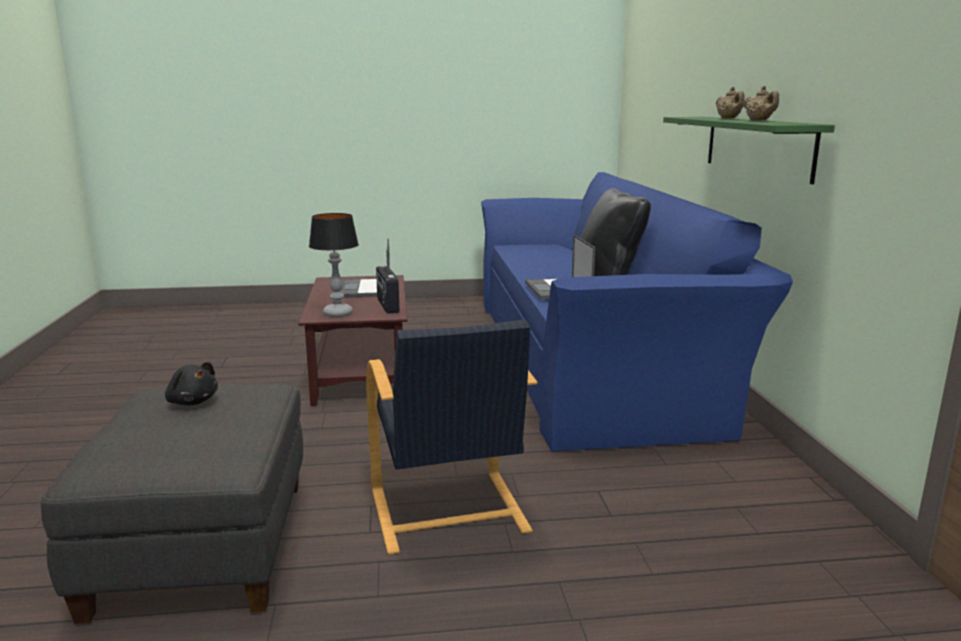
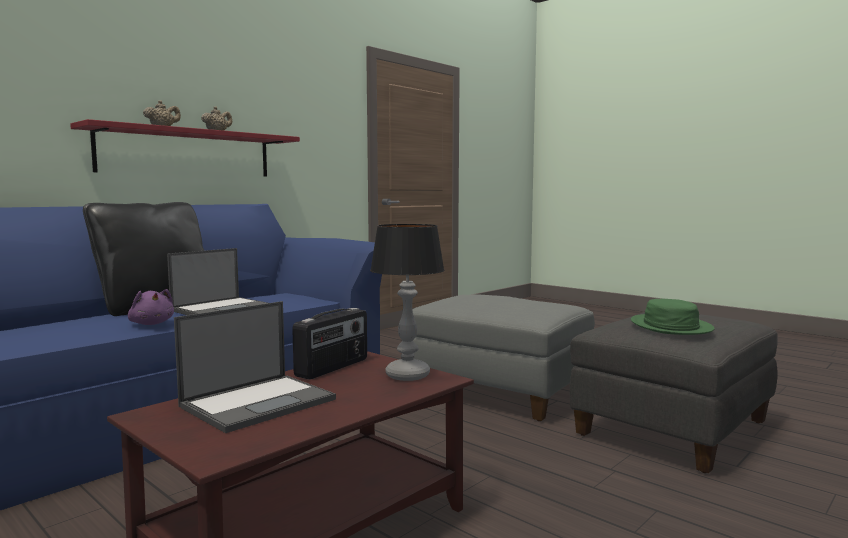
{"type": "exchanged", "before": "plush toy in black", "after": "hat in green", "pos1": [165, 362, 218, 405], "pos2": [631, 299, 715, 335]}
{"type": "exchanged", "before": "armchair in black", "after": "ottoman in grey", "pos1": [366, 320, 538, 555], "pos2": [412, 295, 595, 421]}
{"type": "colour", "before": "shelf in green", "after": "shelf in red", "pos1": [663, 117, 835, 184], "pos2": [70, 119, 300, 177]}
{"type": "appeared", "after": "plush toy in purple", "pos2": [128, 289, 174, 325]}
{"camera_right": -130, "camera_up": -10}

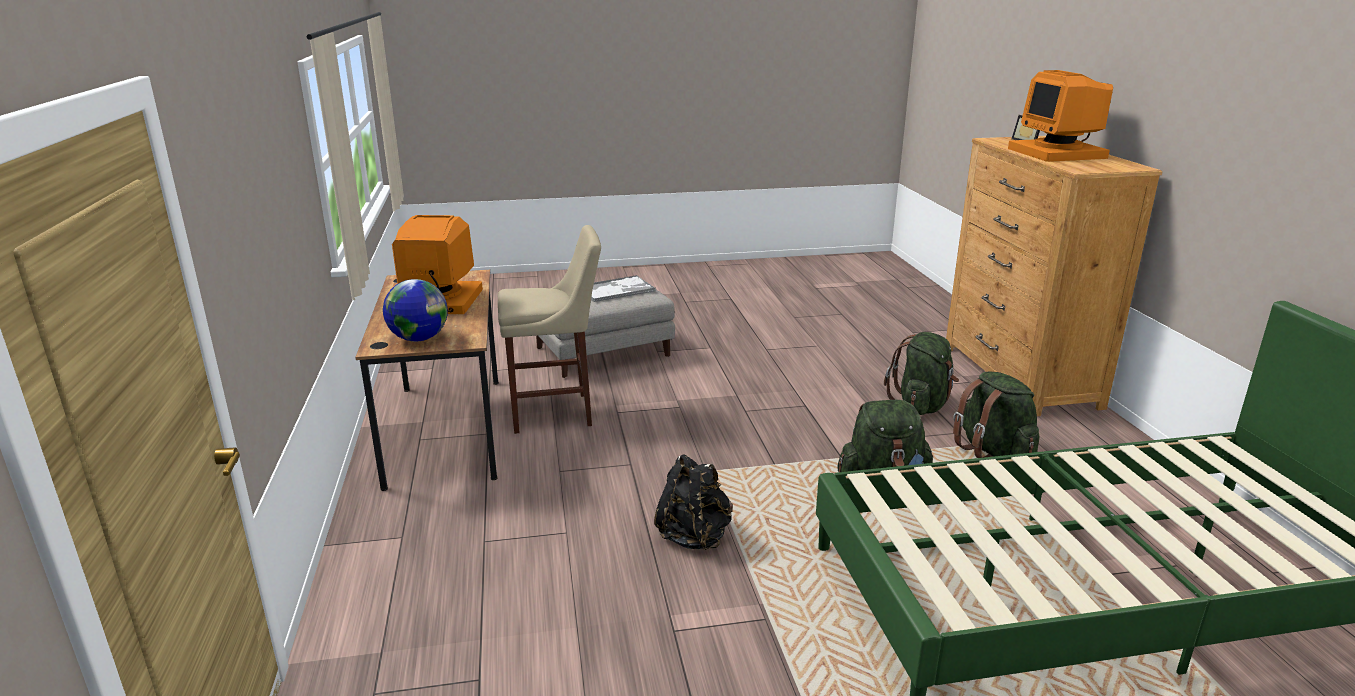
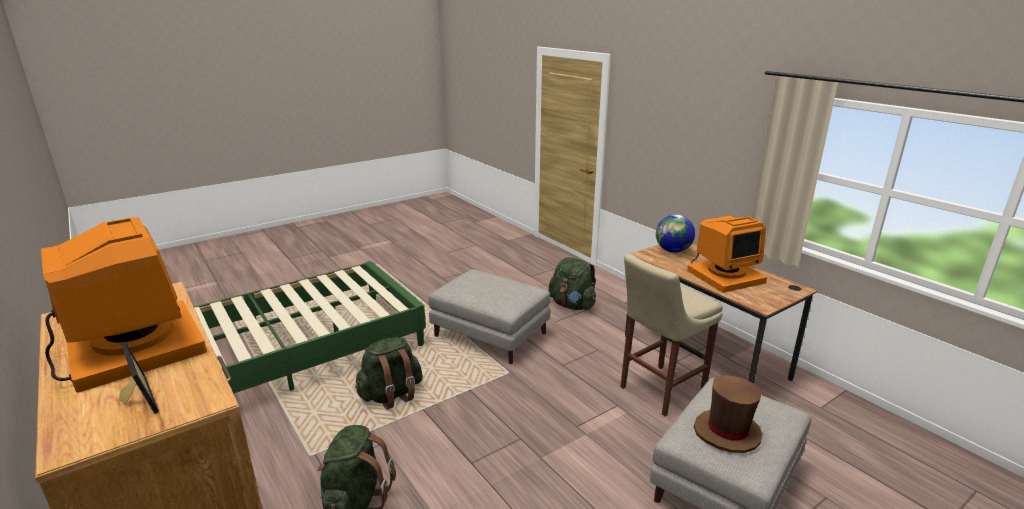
{"type": "exchanged", "before": "tray", "after": "hat in brown", "pos1": [591, 275, 656, 302], "pos2": [694, 375, 762, 453]}
{"type": "exchanged", "before": "backpack in black", "after": "ottoman in grey", "pos1": [654, 455, 733, 550], "pos2": [428, 269, 550, 364]}
{"type": "relocated", "before": "backpack in green", "pos1": [953, 371, 1039, 458], "pos2": [549, 257, 596, 310]}
{"camera_right": 155, "camera_up": 0}

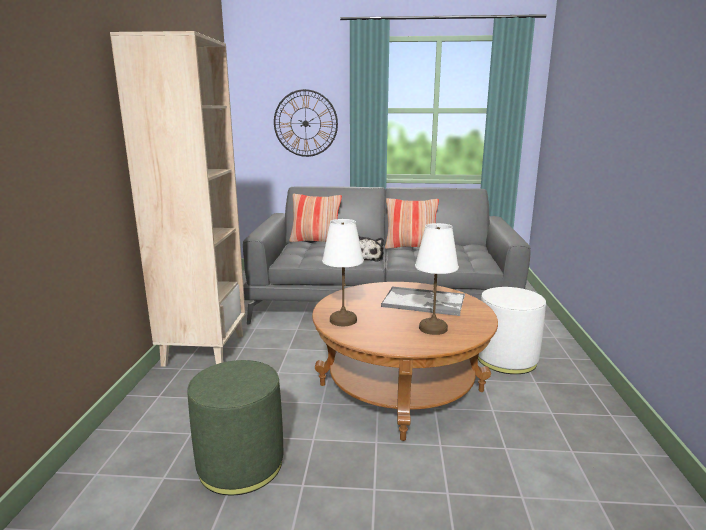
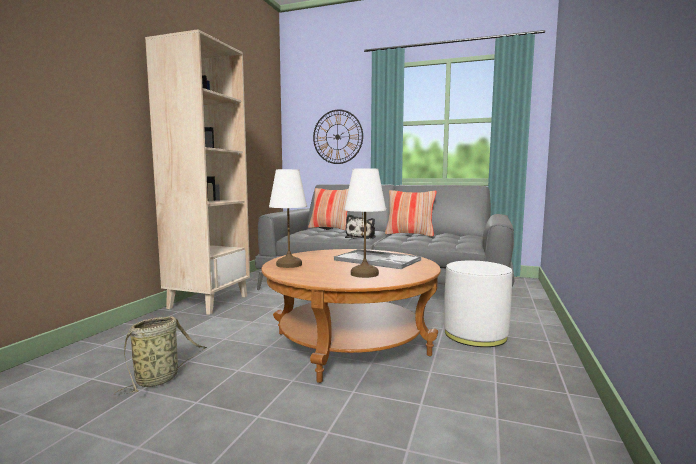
{"type": "exchanged", "before": "ottoman in green", "after": "basket", "pos1": [187, 360, 284, 495], "pos2": [114, 316, 207, 395]}
{"camera_right": 15, "camera_up": -10}

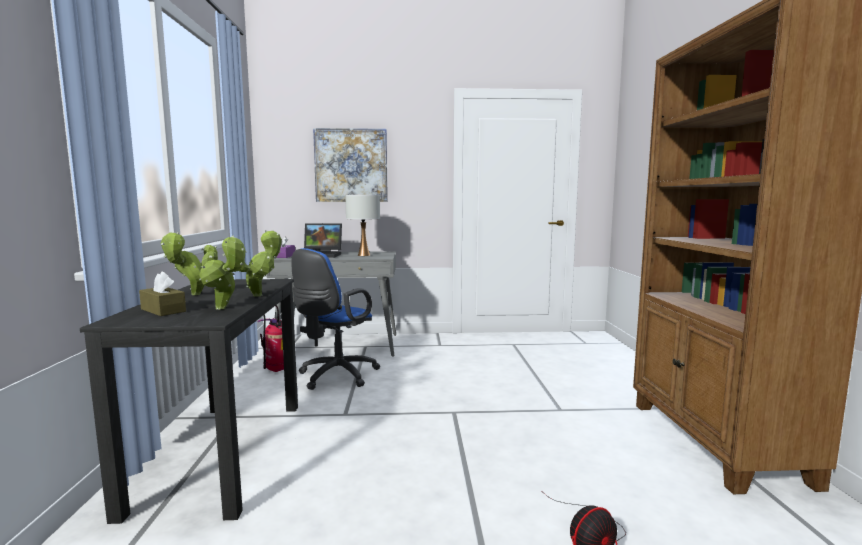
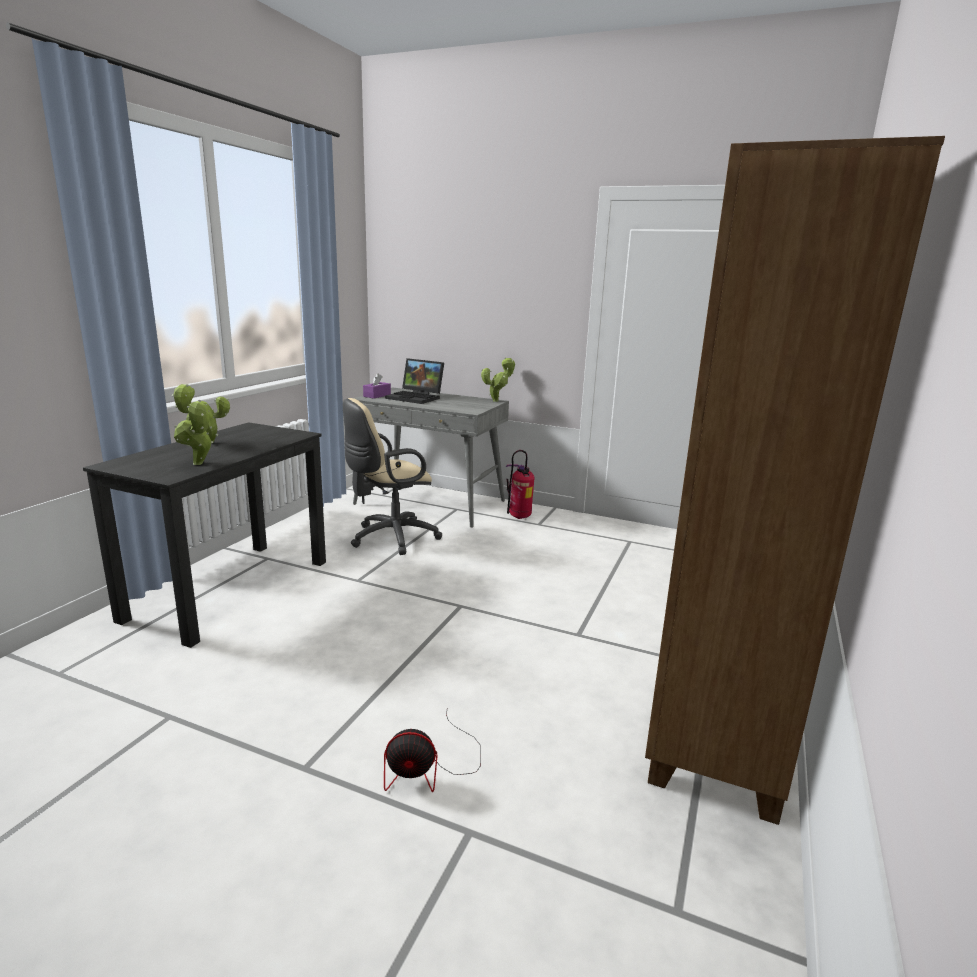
{"type": "missing", "before": "tissue box in brown", "pos1": [139, 272, 186, 316]}
{"type": "relocated", "before": "potted plant", "pos1": [239, 230, 282, 296], "pos2": [481, 357, 515, 402]}
{"type": "relocated", "before": "fire extinguisher", "pos1": [257, 305, 284, 372], "pos2": [506, 450, 534, 519]}
{"type": "colour", "before": "office chair in blue", "after": "office chair in beige", "pos1": [291, 248, 380, 390], "pos2": [343, 398, 442, 555]}
{"type": "missing", "before": "picture", "pos1": [313, 128, 388, 202]}
{"type": "missing", "before": "table lamp in white", "pos1": [345, 195, 380, 256]}
{"camera_right": 25, "camera_up": 10}

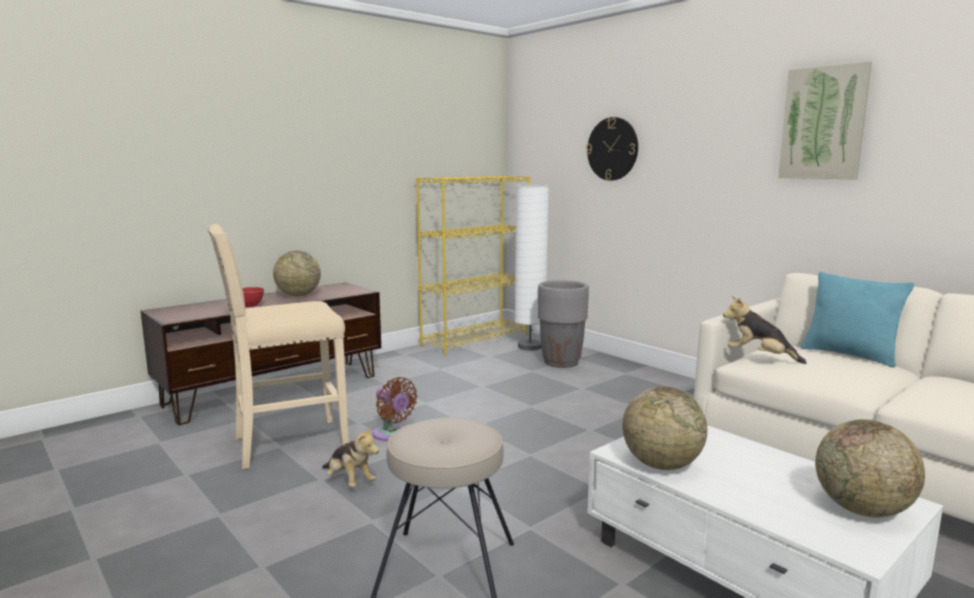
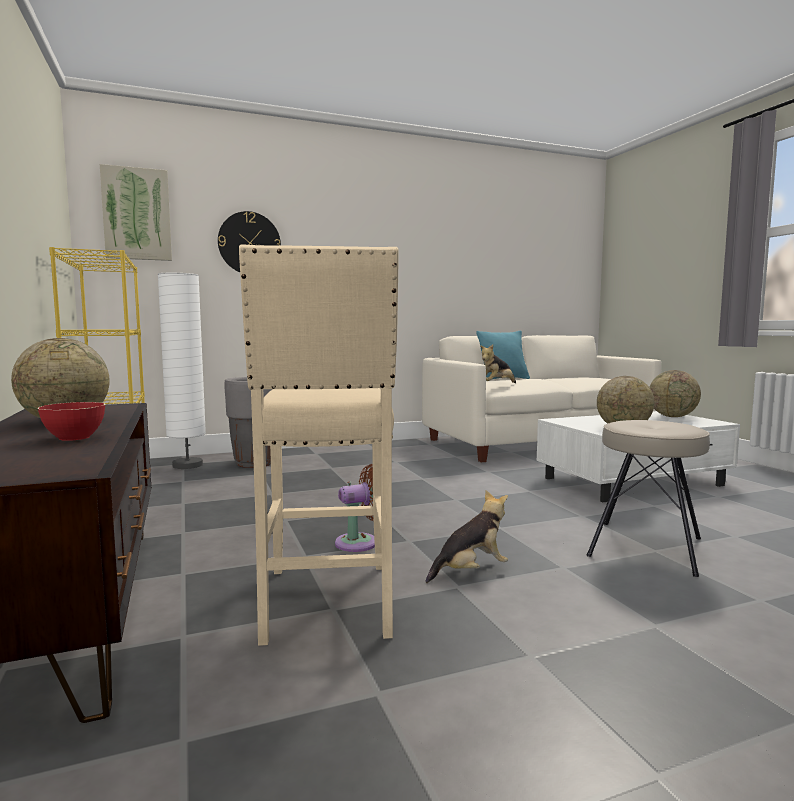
{"type": "relocated", "before": "picture", "pos1": [778, 61, 872, 180], "pos2": [100, 164, 172, 261]}
{"camera_right": -70, "camera_up": -5}

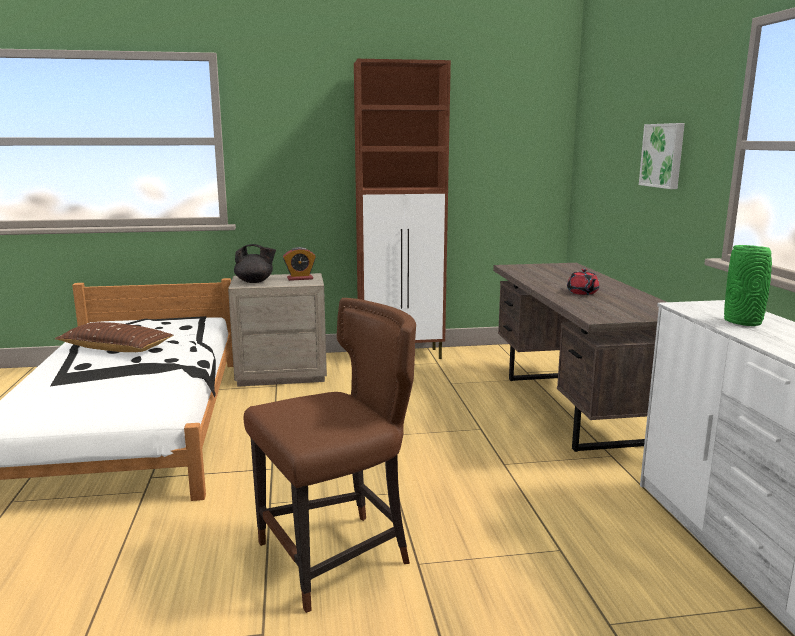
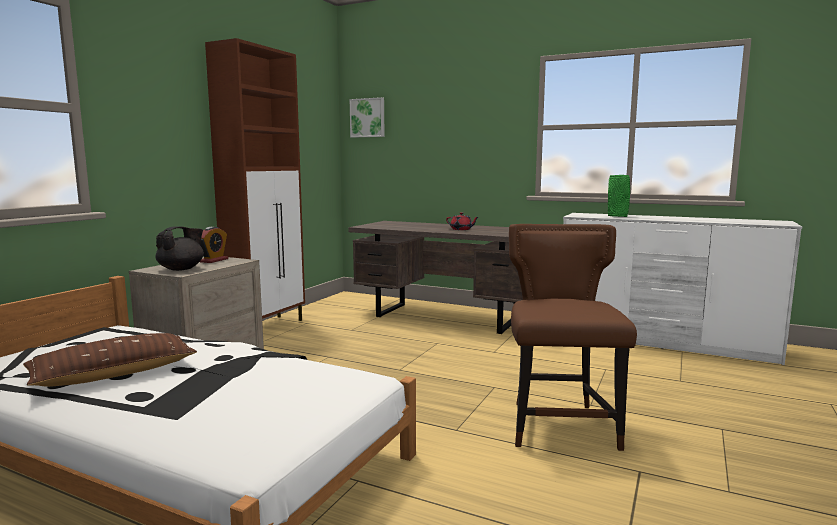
{"type": "relocated", "before": "picture", "pos1": [639, 123, 685, 189], "pos2": [350, 97, 385, 138]}
{"camera_right": -55, "camera_up": -5}

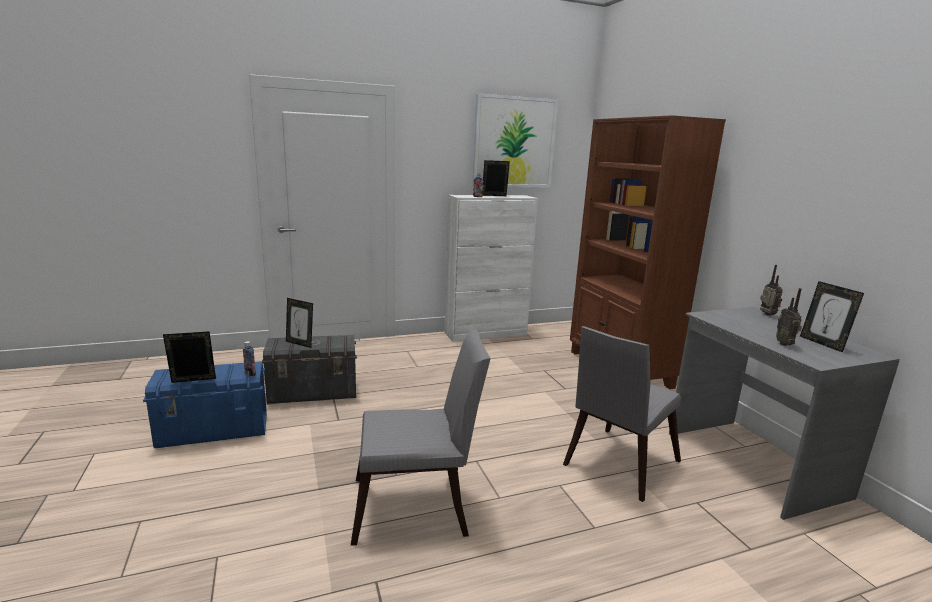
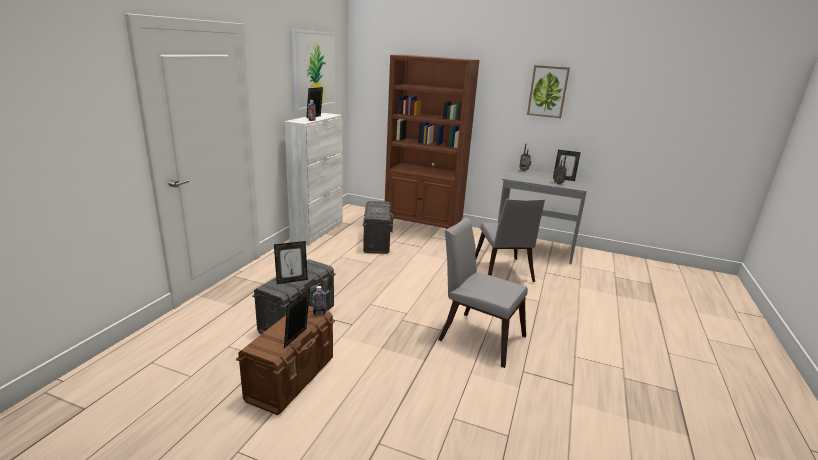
{"type": "colour", "before": "storage box in blue", "after": "storage box in brown", "pos1": [143, 361, 267, 448], "pos2": [236, 306, 335, 415]}
{"type": "spun", "before": "chair in grey", "pos1": [351, 329, 491, 546], "pos2": [438, 217, 528, 368], "turn": -90}
{"type": "appeared", "after": "storage box in grey", "pos2": [363, 201, 393, 254]}
{"type": "appeared", "after": "picture", "pos2": [527, 65, 570, 118]}
{"camera_right": -50, "camera_up": 5}

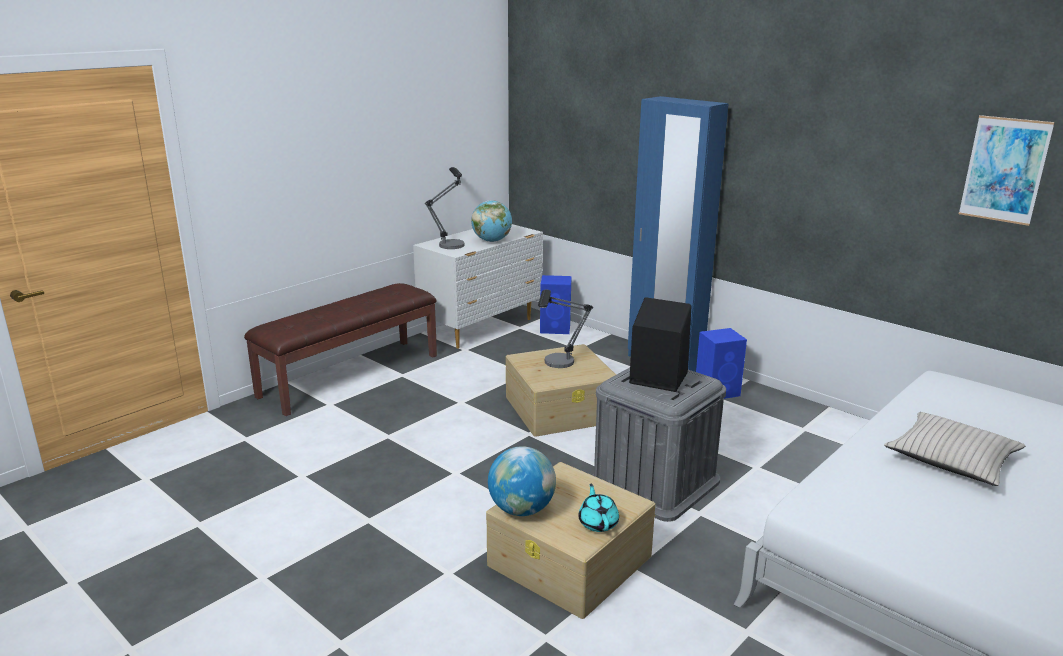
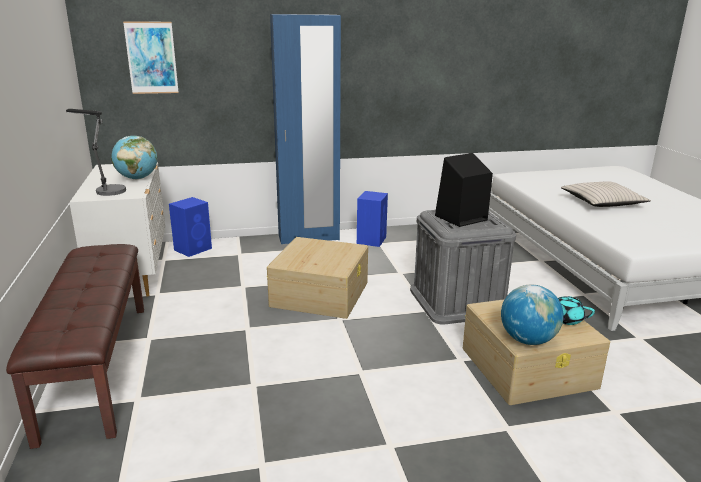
{"type": "missing", "before": "table lamp", "pos1": [538, 289, 593, 368]}
{"type": "relocated", "before": "picture", "pos1": [959, 115, 1055, 226], "pos2": [123, 21, 179, 94]}
{"camera_right": -55, "camera_up": 0}

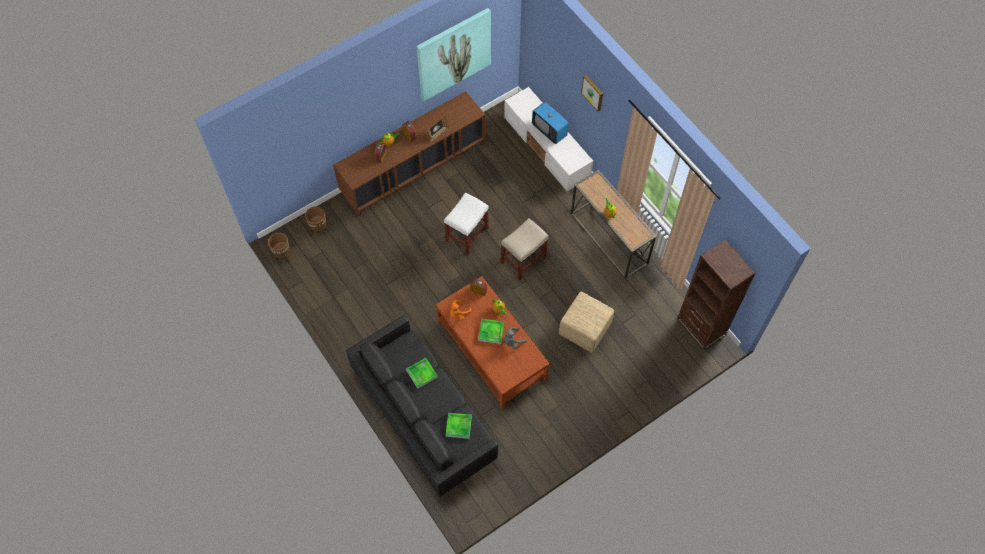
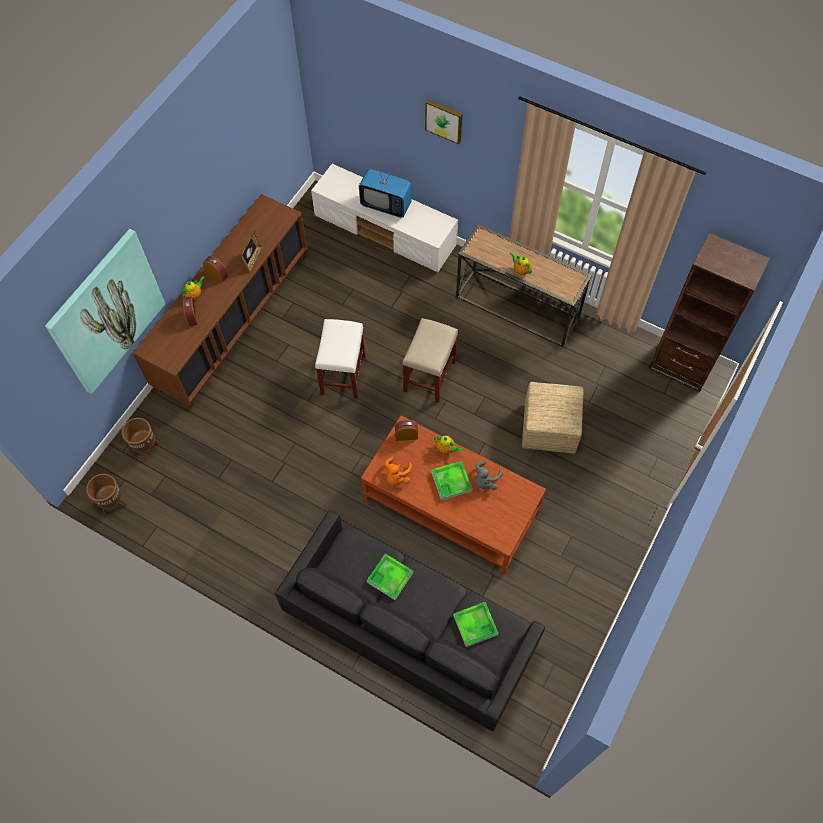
{"type": "relocated", "before": "picture", "pos1": [416, 8, 491, 101], "pos2": [45, 229, 165, 394]}
{"camera_right": -25, "camera_up": 0}

